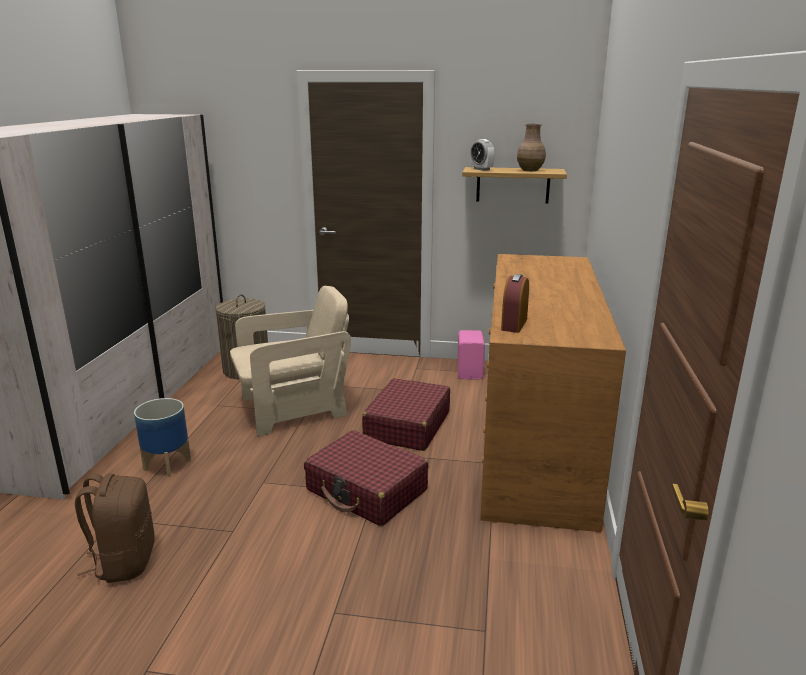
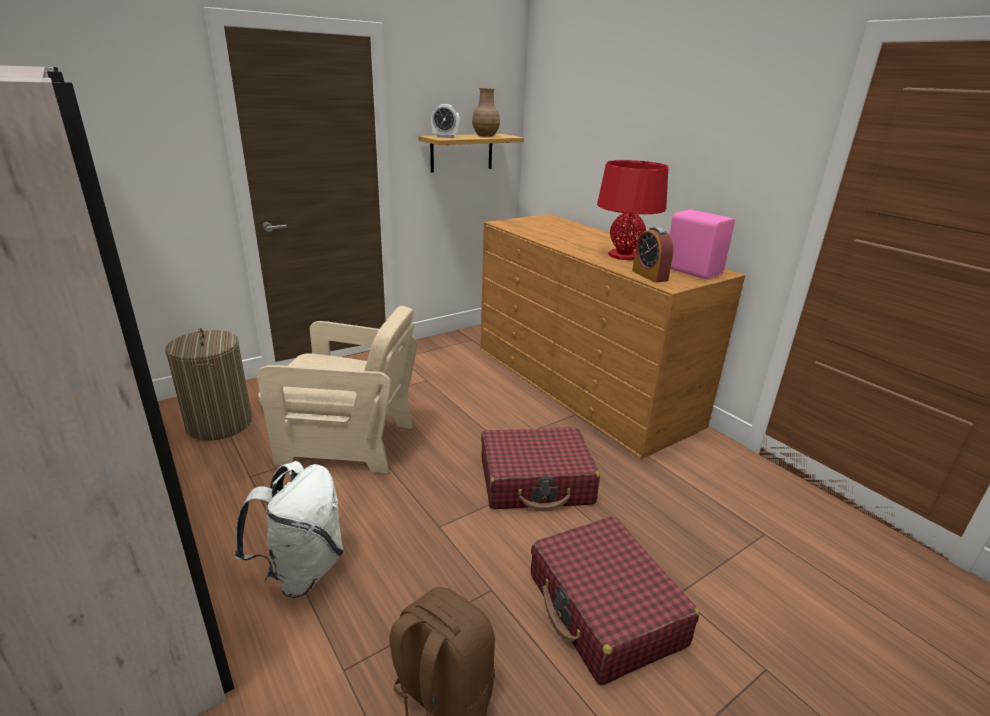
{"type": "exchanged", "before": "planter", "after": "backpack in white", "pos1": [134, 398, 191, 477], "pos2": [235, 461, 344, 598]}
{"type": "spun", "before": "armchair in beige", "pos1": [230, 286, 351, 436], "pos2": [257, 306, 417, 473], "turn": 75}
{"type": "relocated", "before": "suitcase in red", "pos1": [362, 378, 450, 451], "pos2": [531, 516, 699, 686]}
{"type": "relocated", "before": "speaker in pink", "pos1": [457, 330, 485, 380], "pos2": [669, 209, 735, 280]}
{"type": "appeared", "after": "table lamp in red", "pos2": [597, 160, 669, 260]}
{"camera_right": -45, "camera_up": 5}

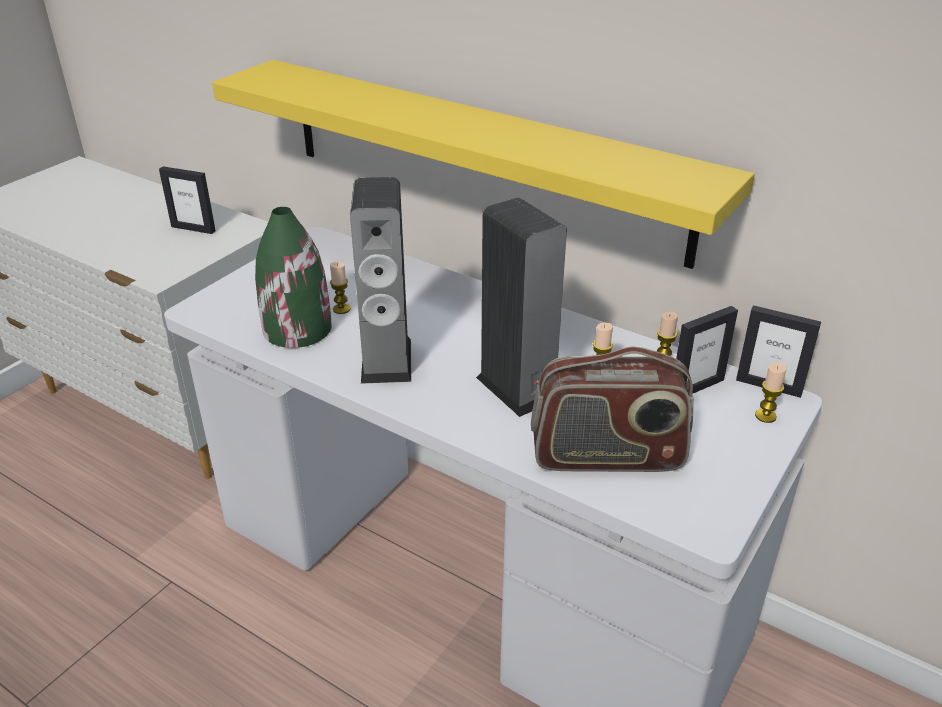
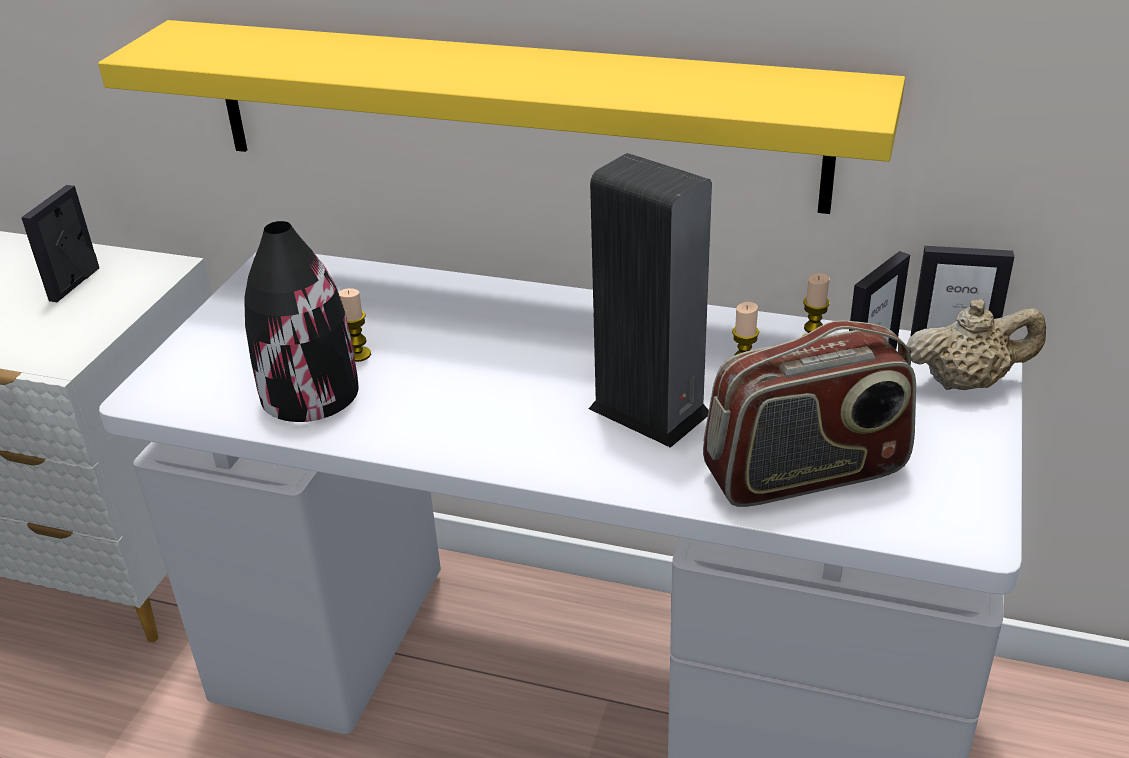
{"type": "spun", "before": "picture frame", "pos1": [159, 166, 216, 234], "pos2": [21, 185, 99, 302], "turn": 105}
{"type": "colour", "before": "vase in green", "after": "vase in black", "pos1": [255, 207, 332, 348], "pos2": [244, 221, 359, 422]}
{"type": "missing", "before": "speaker", "pos1": [350, 177, 411, 384]}
{"type": "exchanged", "before": "candle", "after": "teapot in beige", "pos1": [755, 363, 787, 423], "pos2": [906, 299, 1046, 390]}
{"camera_right": -15, "camera_up": 0}

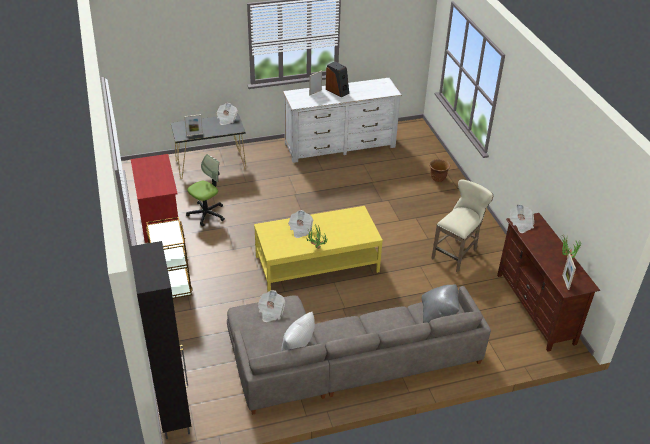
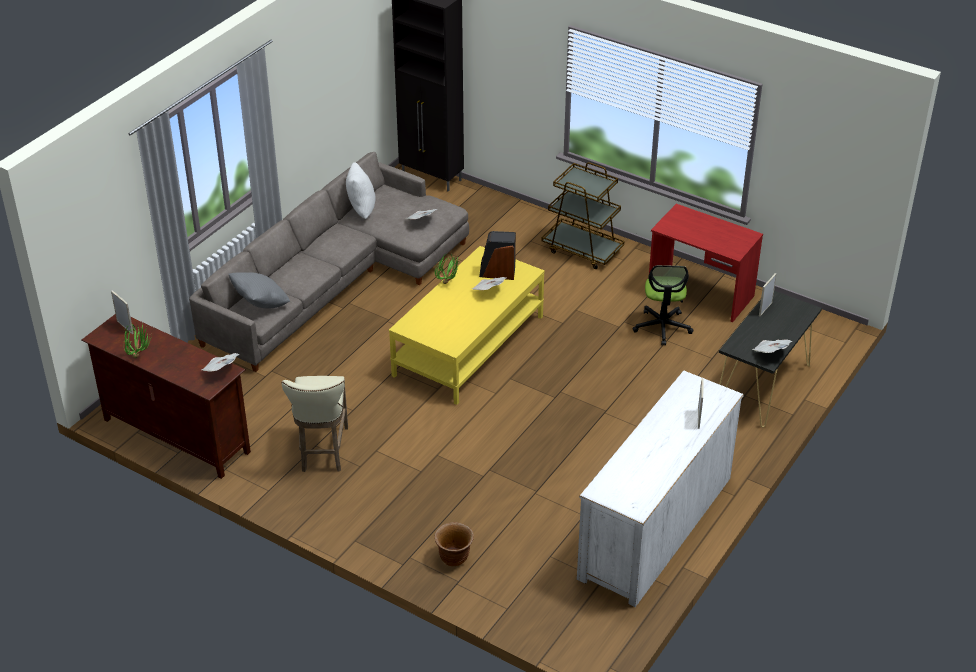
{"type": "relocated", "before": "speaker", "pos1": [326, 61, 349, 97], "pos2": [479, 231, 516, 280]}
{"camera_right": 140, "camera_up": 0}

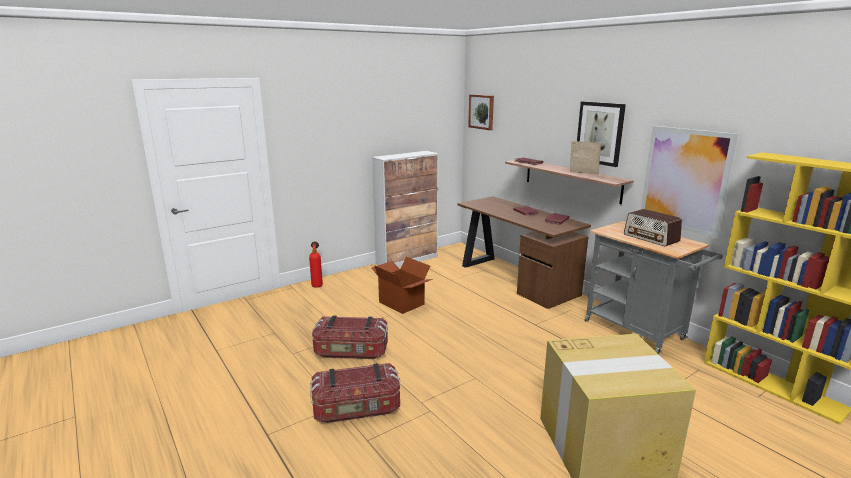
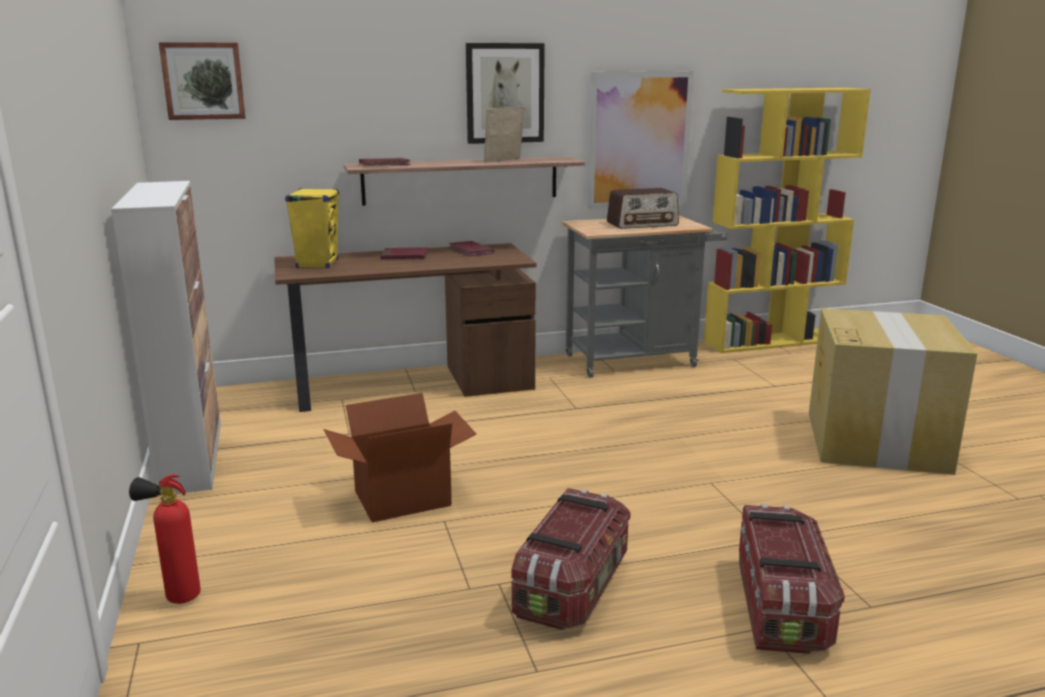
{"type": "appeared", "after": "speaker in yellow", "pos2": [285, 188, 339, 268]}
{"camera_right": -70, "camera_up": 0}

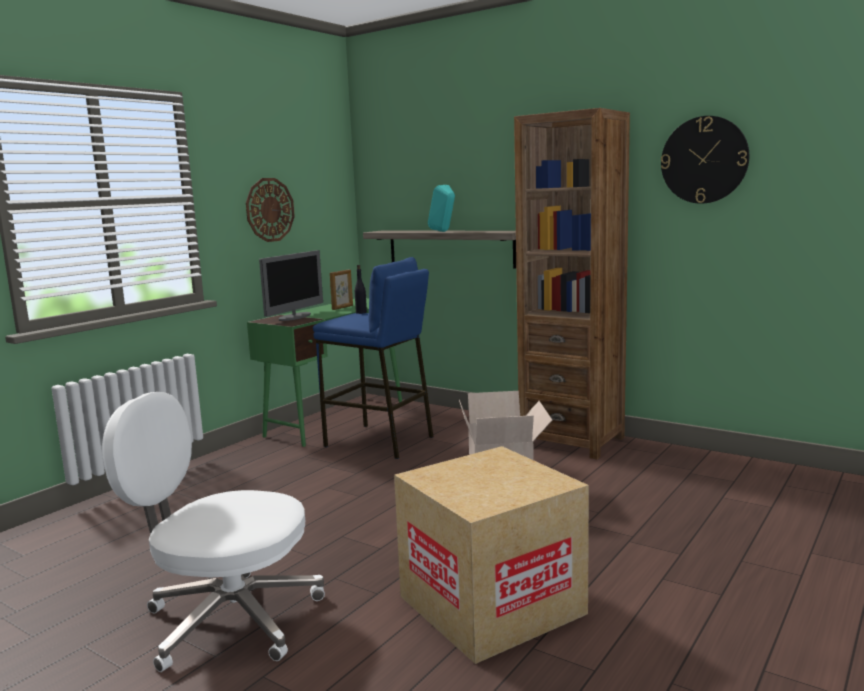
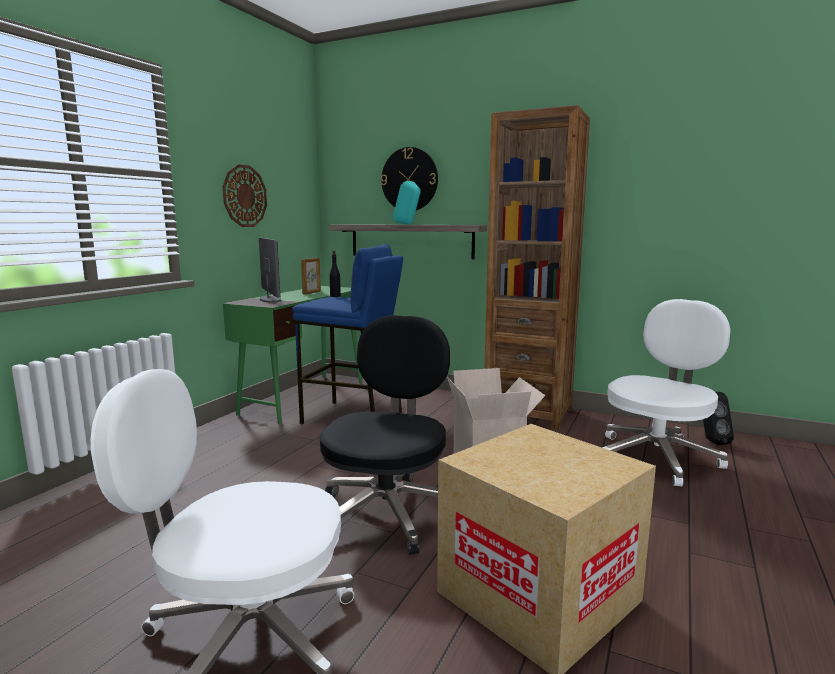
{"type": "spun", "before": "monitor", "pos1": [259, 250, 323, 321], "pos2": [259, 238, 281, 303], "turn": -45}
{"type": "relocated", "before": "wall clock", "pos1": [661, 116, 749, 204], "pos2": [381, 147, 438, 211]}
{"type": "appeared", "after": "office chair in black", "pos2": [320, 315, 450, 555]}
{"type": "appeared", "after": "office chair in white", "pos2": [602, 299, 730, 487]}
{"type": "appeared", "after": "speaker in black", "pos2": [703, 392, 734, 445]}
{"camera_right": -10, "camera_up": 0}

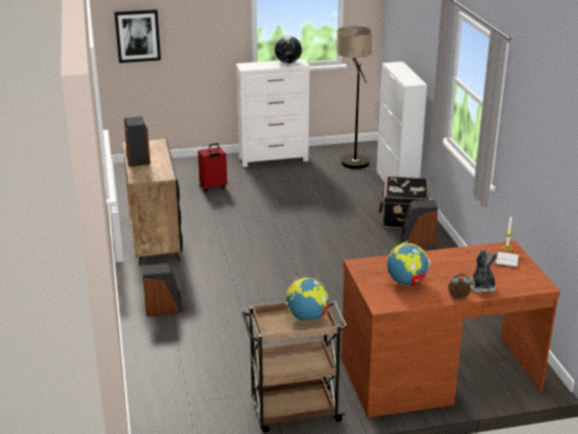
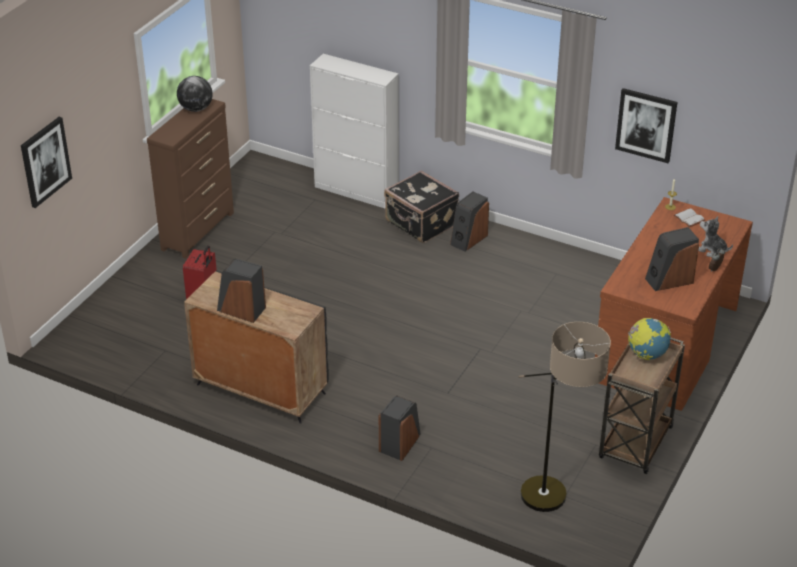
{"type": "colour", "before": "dresser in white", "after": "dresser in brown", "pos1": [236, 59, 310, 167], "pos2": [147, 99, 234, 259]}
{"type": "relocated", "before": "floor lamp", "pos1": [337, 26, 373, 169], "pos2": [518, 322, 611, 512]}
{"type": "exchanged", "before": "globe", "after": "speaker", "pos1": [387, 241, 430, 286], "pos2": [645, 227, 699, 291]}
{"type": "appeared", "after": "picture", "pos2": [615, 88, 677, 163]}
{"camera_right": -50, "camera_up": 10}

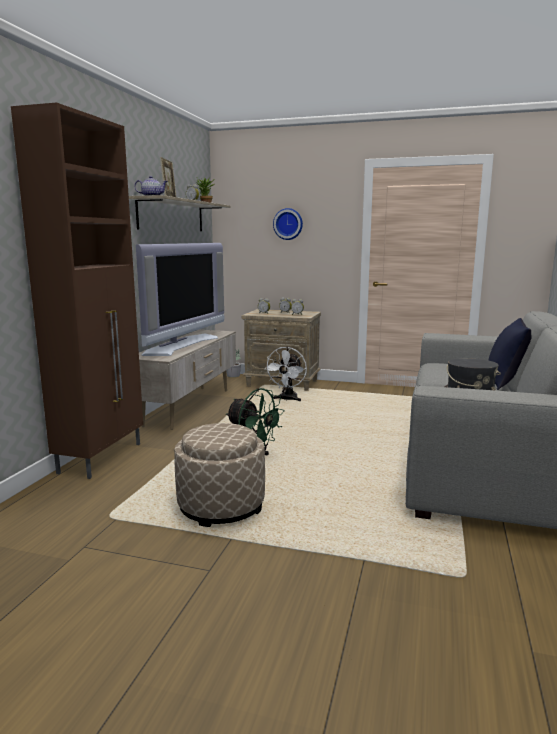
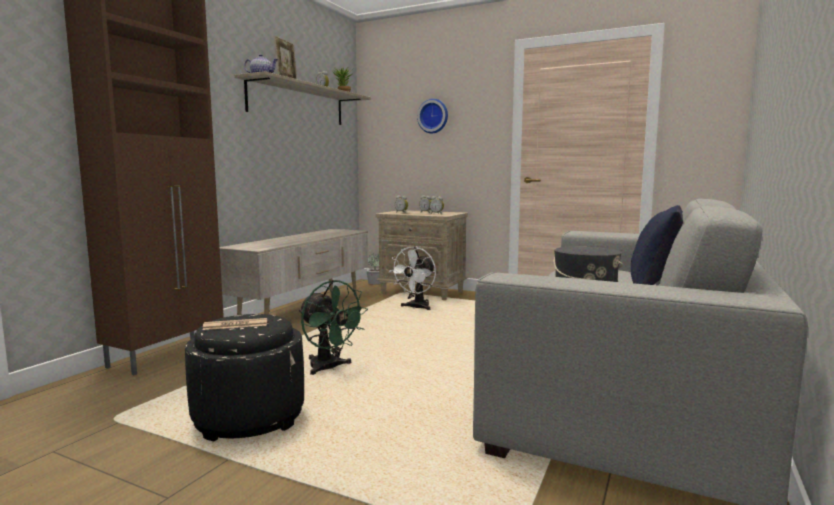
{"type": "missing", "before": "television", "pos1": [136, 243, 224, 356]}
{"type": "colour", "before": "ottoman in beige", "after": "ottoman in black", "pos1": [174, 423, 265, 527], "pos2": [185, 314, 304, 442]}
{"type": "appeared", "after": "newspaper", "pos2": [203, 318, 267, 330]}
{"camera_right": 10, "camera_up": -5}

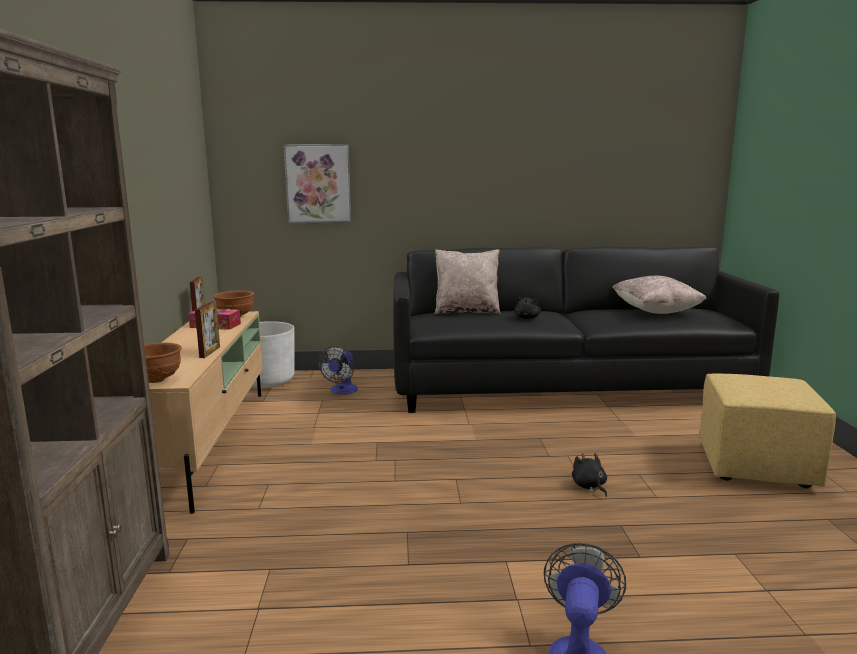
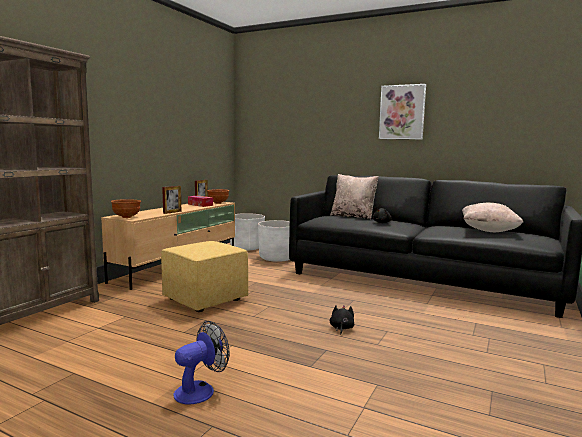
{"type": "relocated", "before": "picture", "pos1": [284, 144, 351, 223], "pos2": [379, 84, 426, 139]}
{"type": "exchanged", "before": "fan", "after": "planter in white", "pos1": [318, 346, 358, 394], "pos2": [258, 220, 290, 262]}
{"type": "relocated", "before": "ottoman in yellow", "pos1": [699, 373, 836, 488], "pos2": [161, 241, 248, 312]}
{"camera_right": 30, "camera_up": -5}

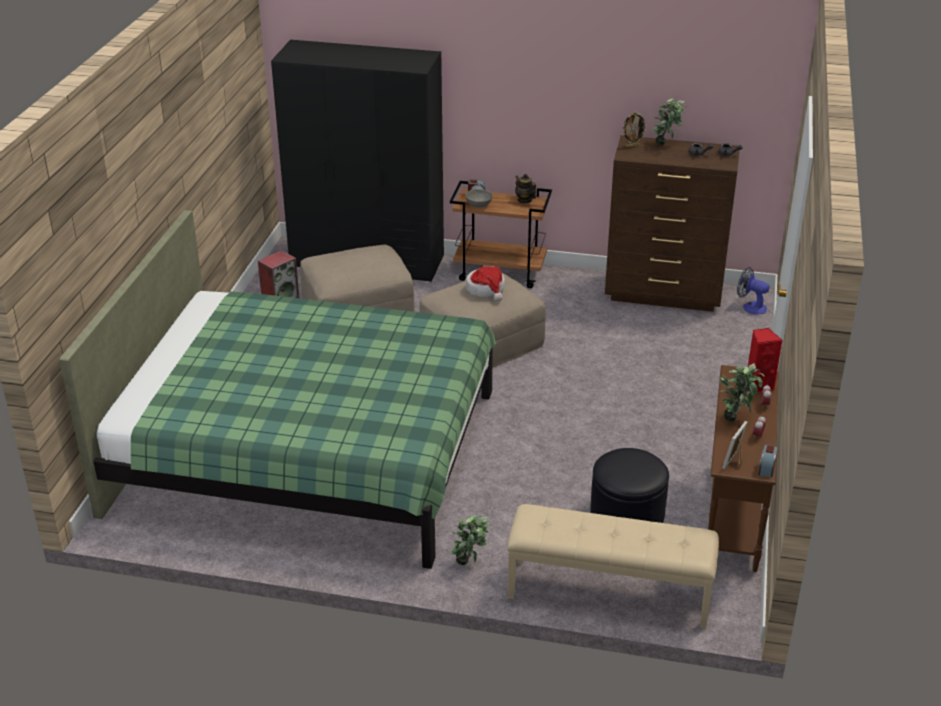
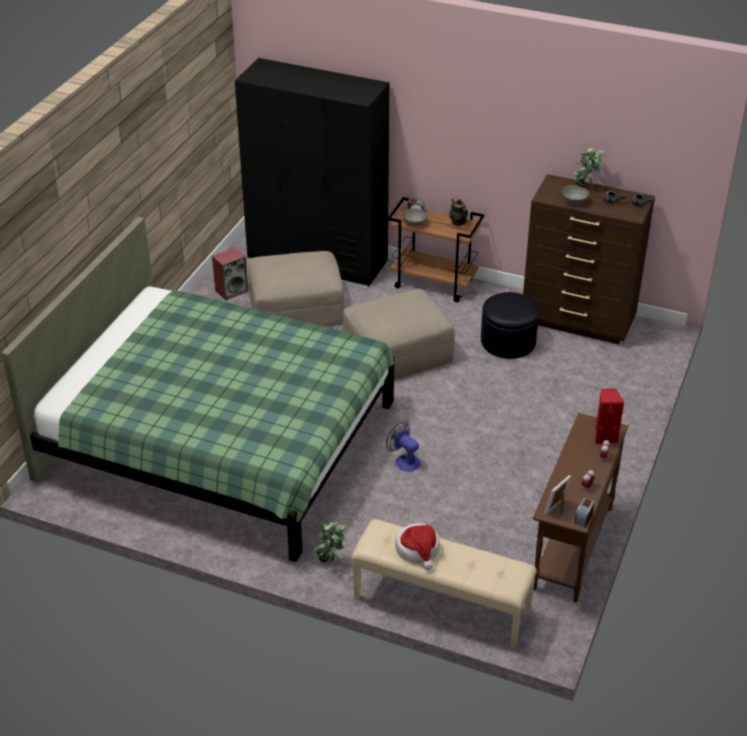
{"type": "relocated", "before": "hat", "pos1": [466, 266, 505, 301], "pos2": [395, 523, 440, 570]}
{"type": "relocated", "before": "ottoman in black", "pos1": [590, 448, 669, 523], "pos2": [481, 292, 539, 359]}
{"type": "missing", "before": "picture frame", "pos1": [622, 112, 647, 147]}
{"type": "missing", "before": "potted plant", "pos1": [719, 363, 765, 422]}
{"type": "relocated", "before": "fan", "pos1": [737, 267, 770, 315], "pos2": [386, 422, 420, 471]}
{"type": "appeared", "after": "bowl in grey", "pos2": [562, 186, 589, 205]}
{"camera_right": 10, "camera_up": 5}

